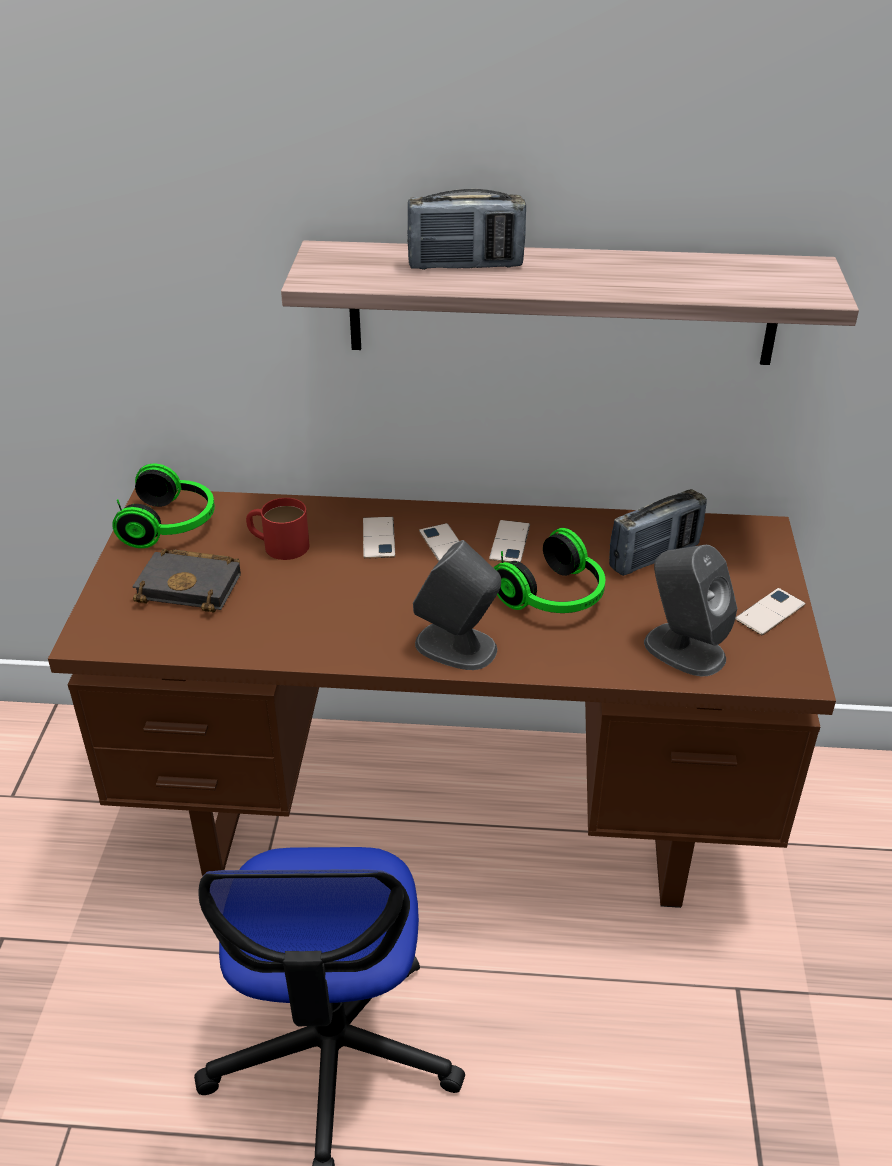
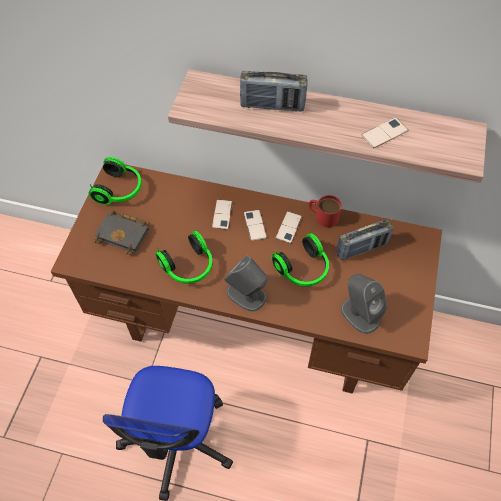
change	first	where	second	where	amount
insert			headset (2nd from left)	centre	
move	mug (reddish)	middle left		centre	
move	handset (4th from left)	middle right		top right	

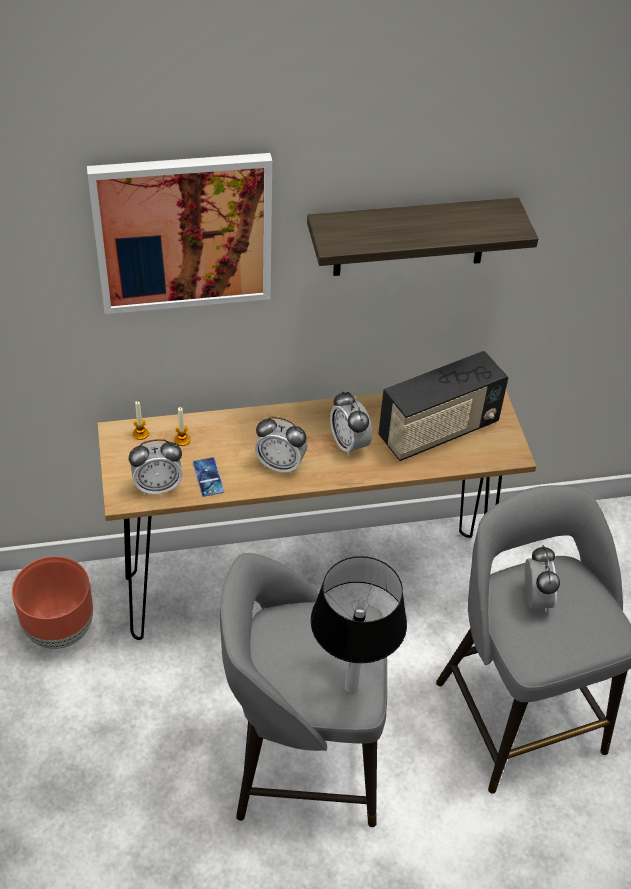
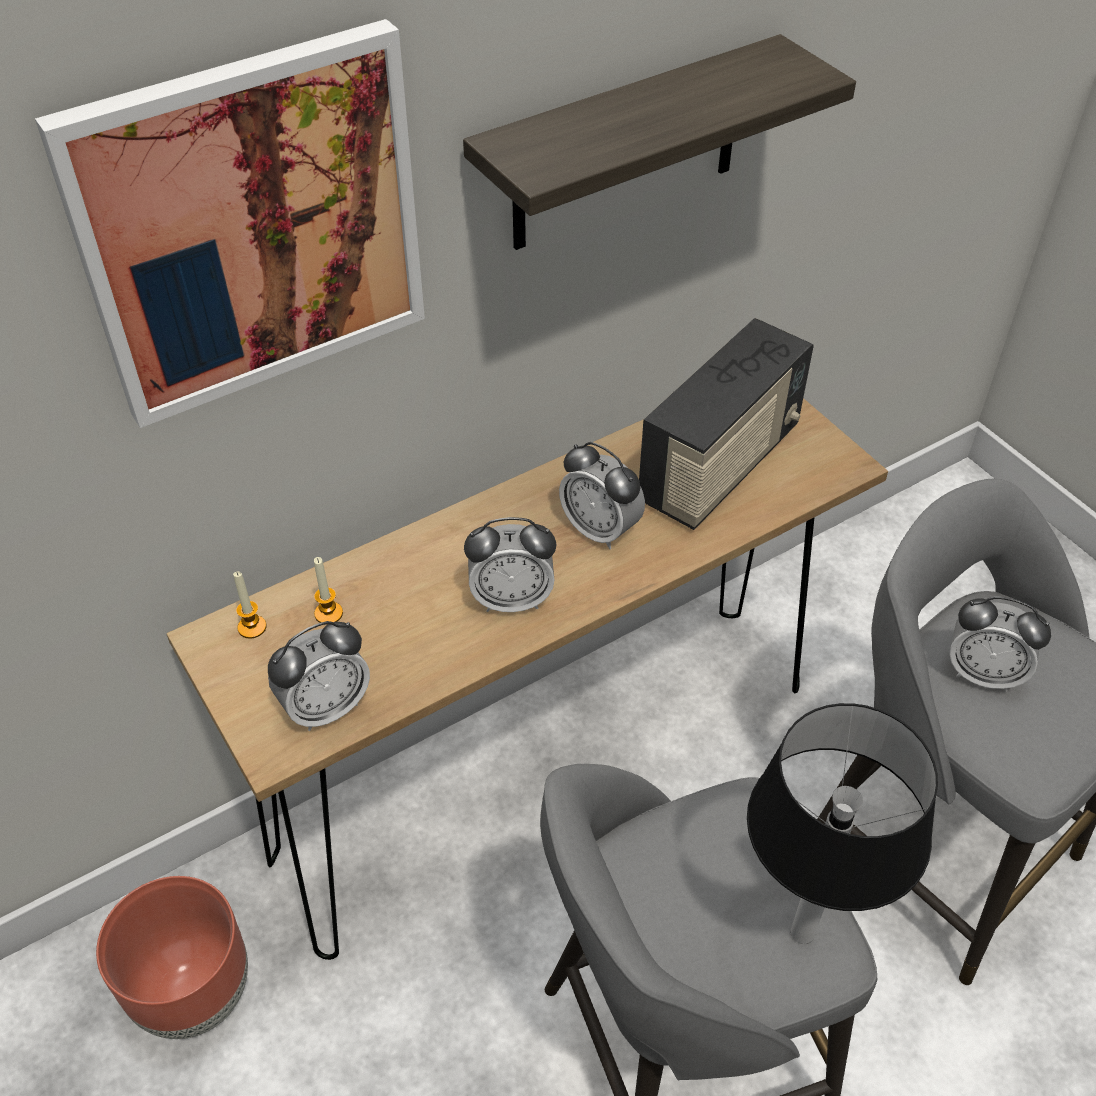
change	first	where	second	where	amount
delete	handset	middle left			
rotate	alarm clock (4th from left)	middle right		middle right	135 degrees clockwise

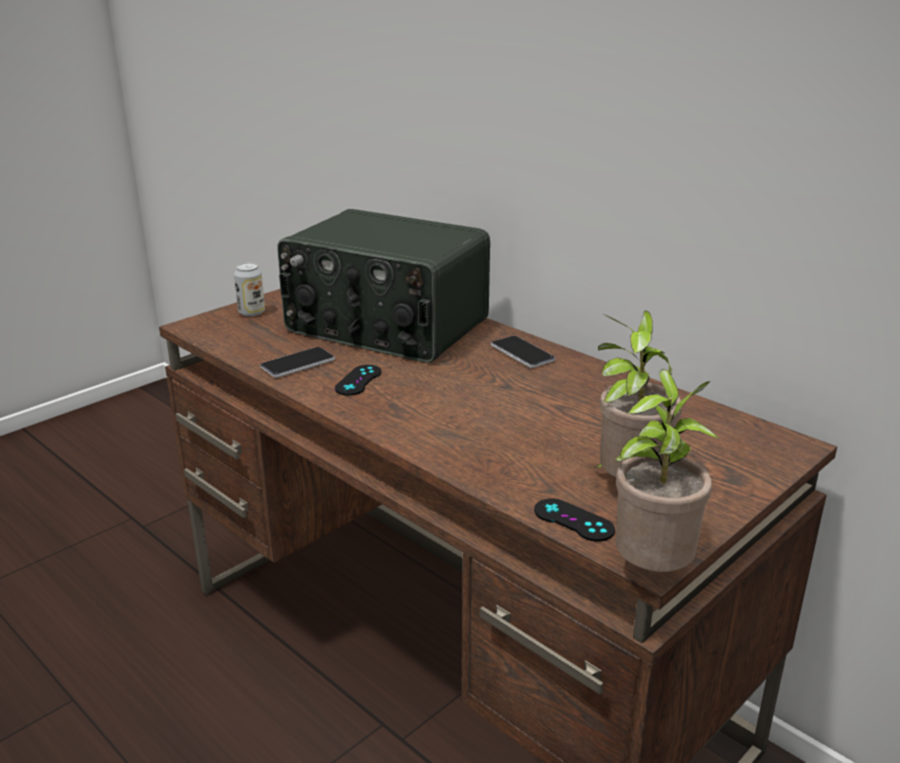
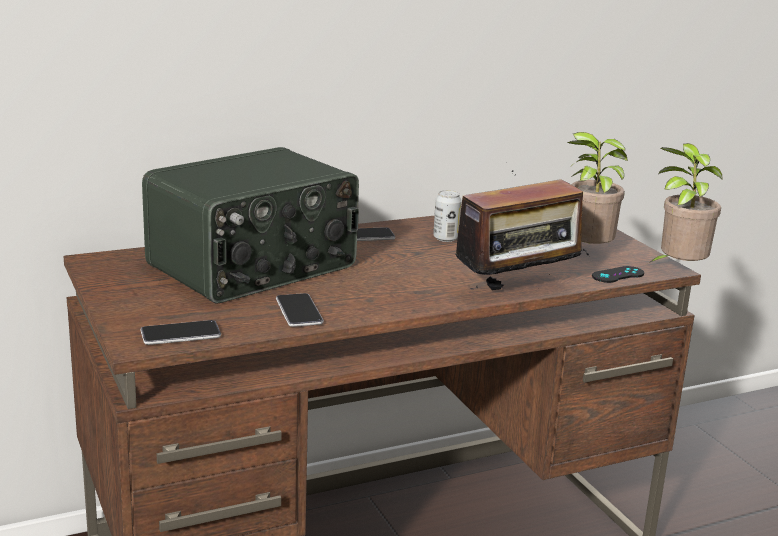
change	first	where	second	where	amount
delete	game controller (black-coloured) (1st from left)	centre			
insert			handset (1st from left)	middle left	
insert			radio set (2nd from left)	middle right	
move	sealed can	middle left		centre	

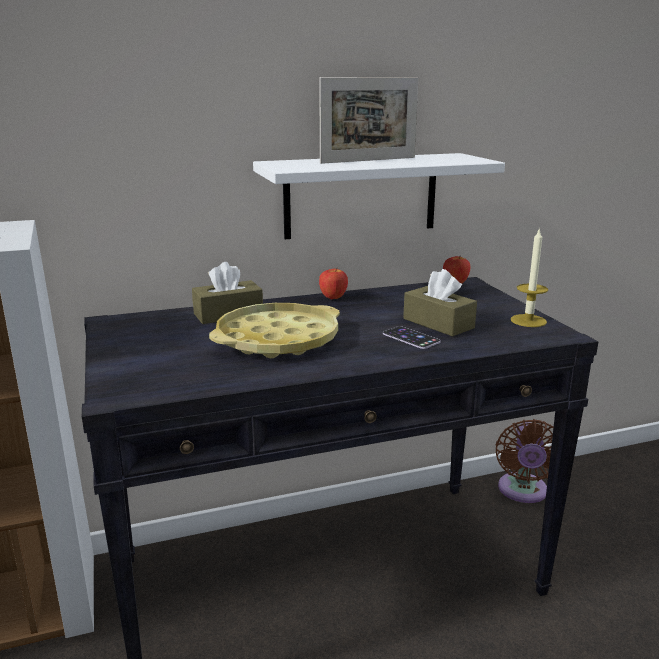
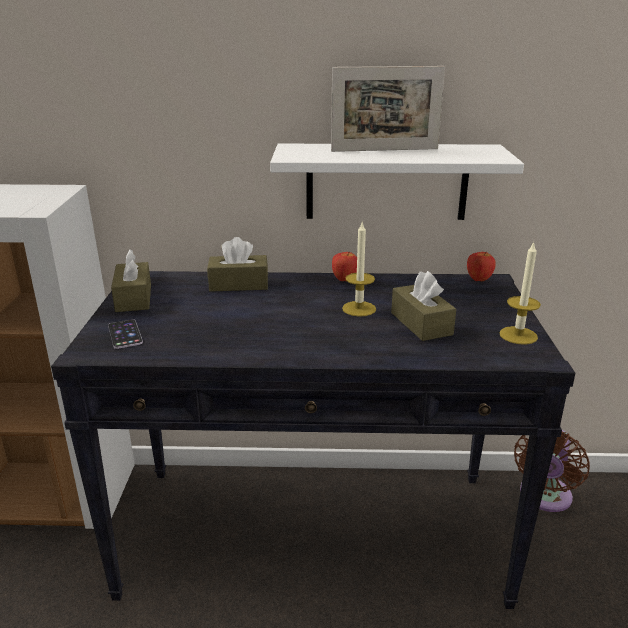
change	first	where	second	where	amount
delete	tray (yellow)	centre			
insert			box of tissues (brown-coloured) (1st from left)	middle left	
insert			candle (1st from left)	centre	
move	handset	centre		middle left	

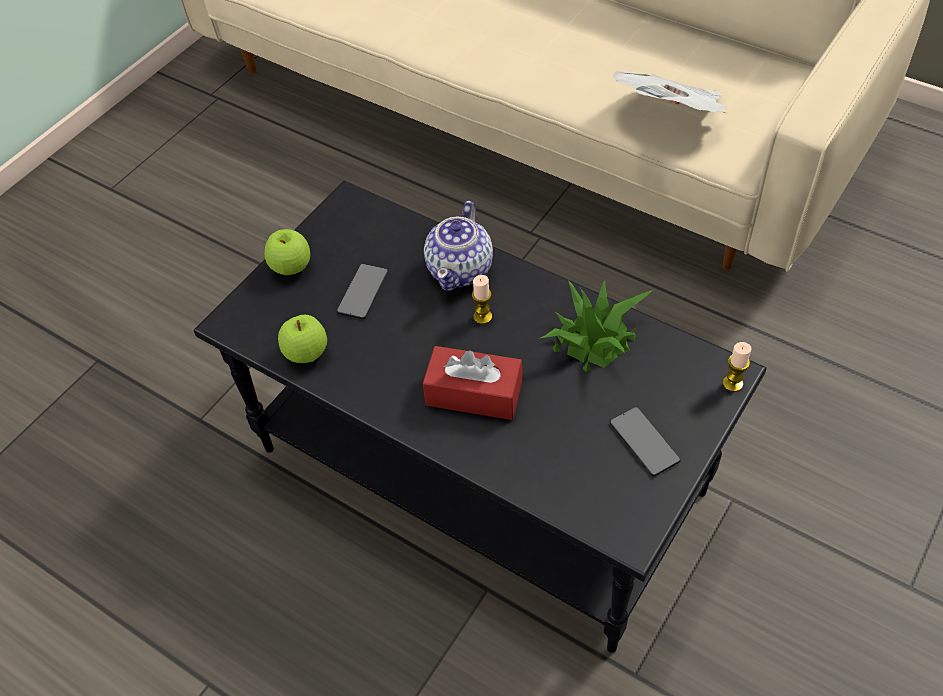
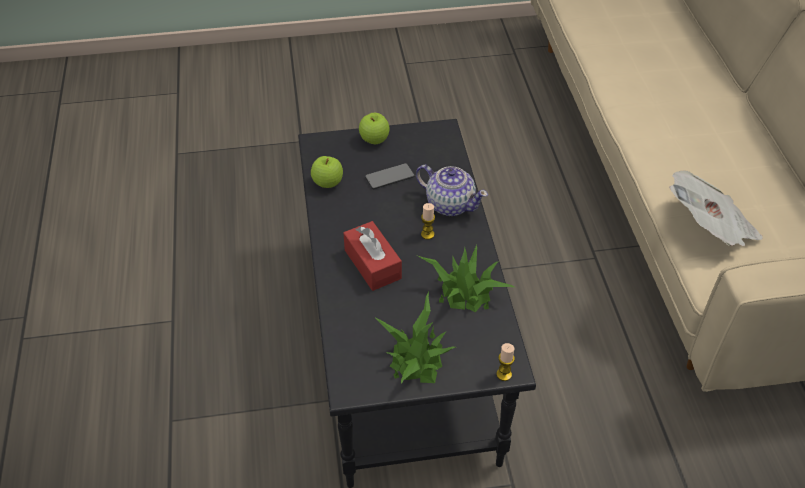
change	first	where	second	where	amount
replace	handset (2nd from left)	middle right	plant in a pot (1st from left)	bottom centre	
rotate	tea pot	centre		centre	120 degrees counterclockwise

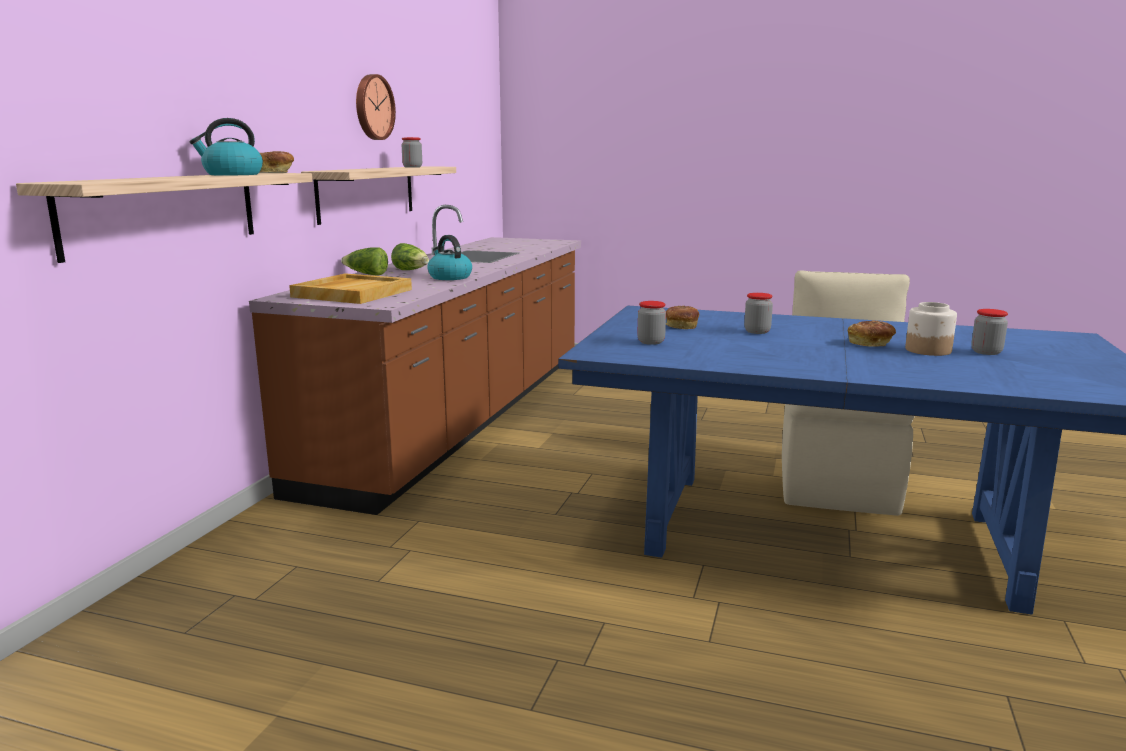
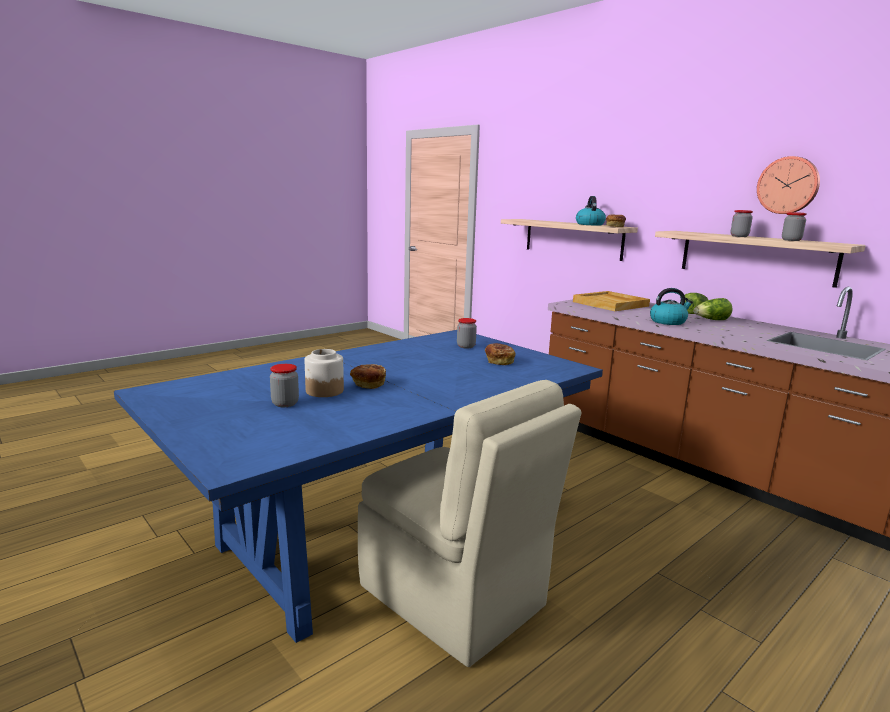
change	first	where	second	where	amount
move	preserve jar (3rd from left in the first image)	middle right	preserve jar (4th from left)	top right	

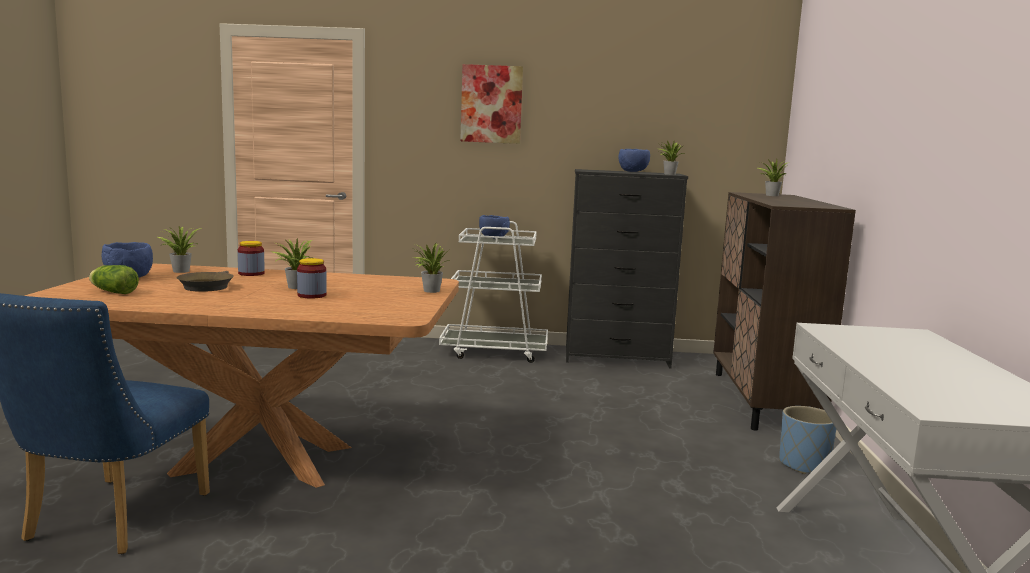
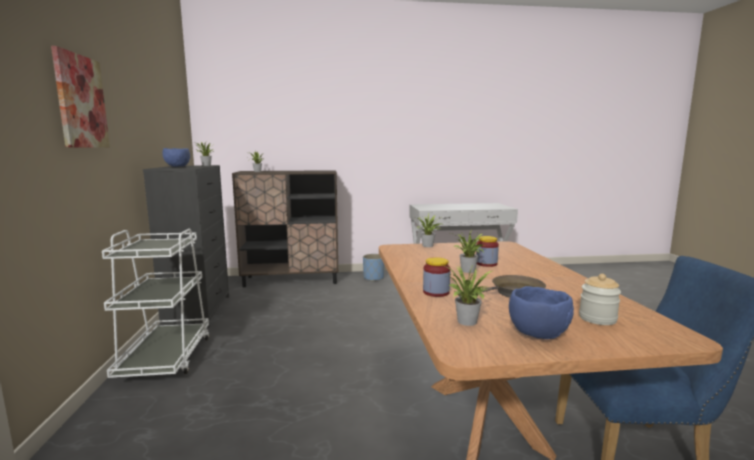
change	first	where	second	where	amount
delete	deep dish (blue) (2nd from left)	centre			
replace	lettuce head	middle left	preserve jar (3rd from left)	middle right	

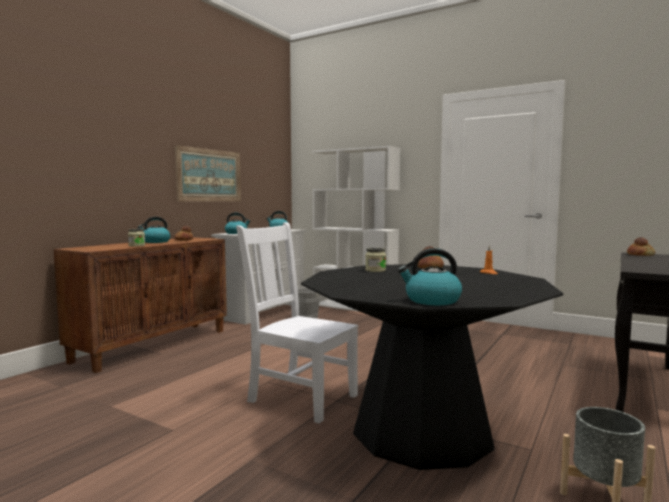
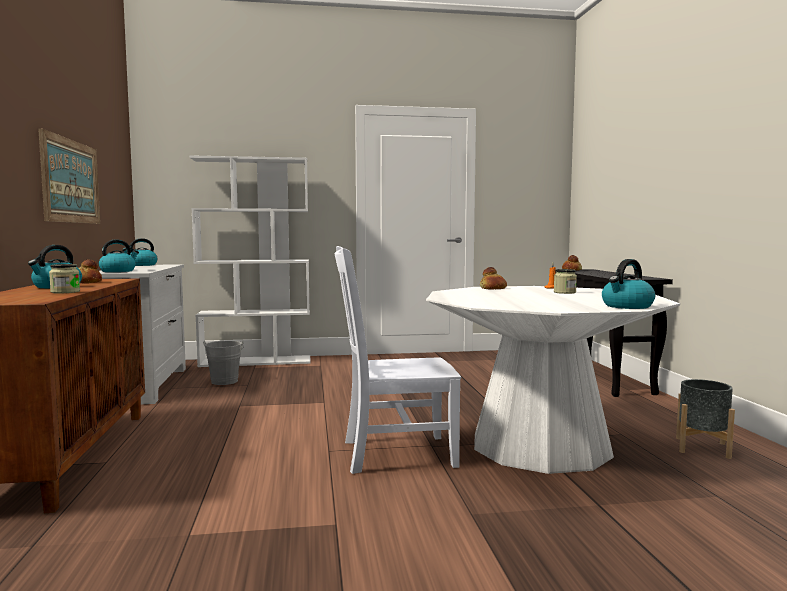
change	first	where	second	where	amount
move	preserve jar (2nd from left)	centre		middle right	
recolor	dinner table (black-coloured)	bottom centre	dinner table (whitish)	middle right	

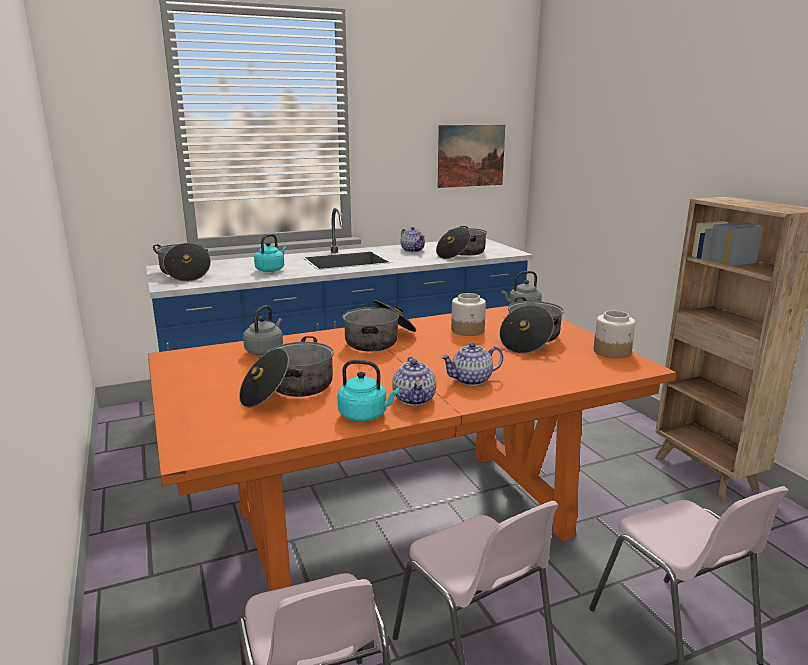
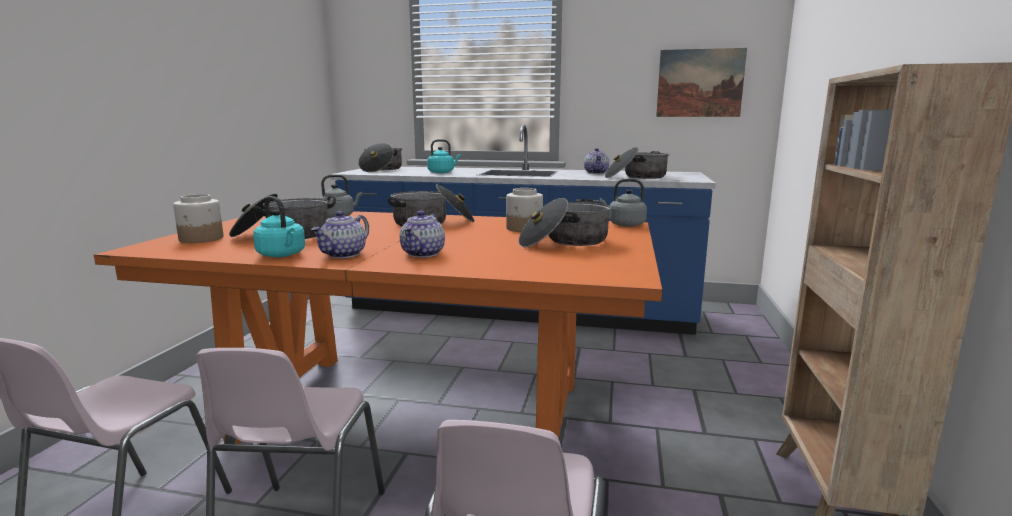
change	first	where	second	where	amount
move	preserve jar (2nd from left in the first image)	middle right	preserve jar (1st from left)	middle left	
rotate	tea pot (3rd from left in the first image)	centre	tea pot (2nd from left)	centre	90 degrees counterclockwise

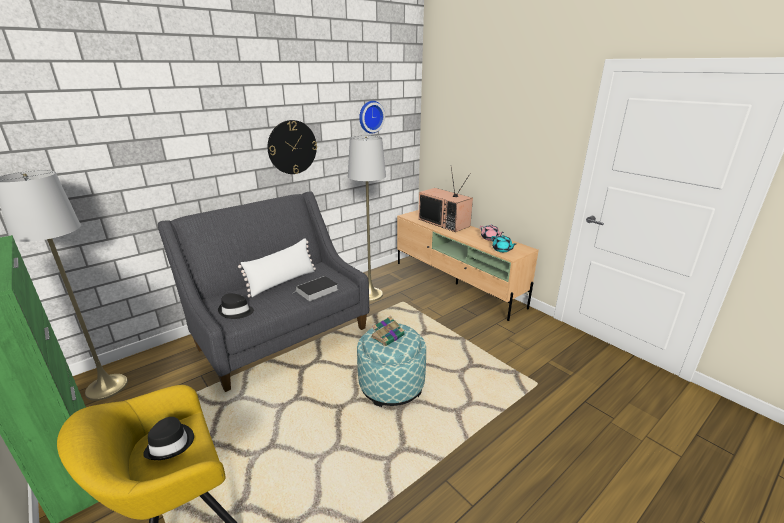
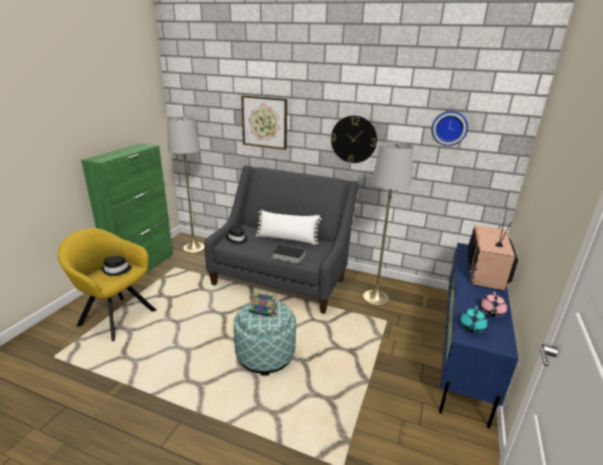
change	first	where	second	where	amount
insert			wall art	top centre	
recolor	tv stand (beige)	centre	tv stand (blue)	bottom right	

